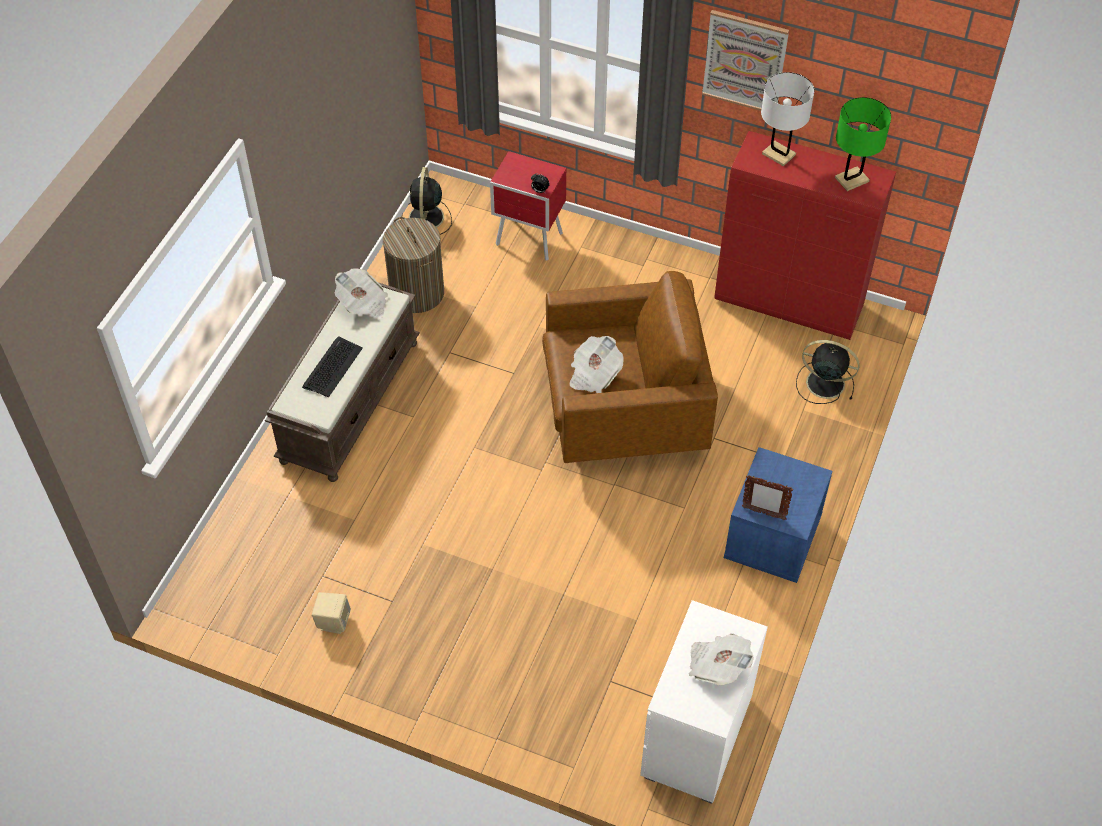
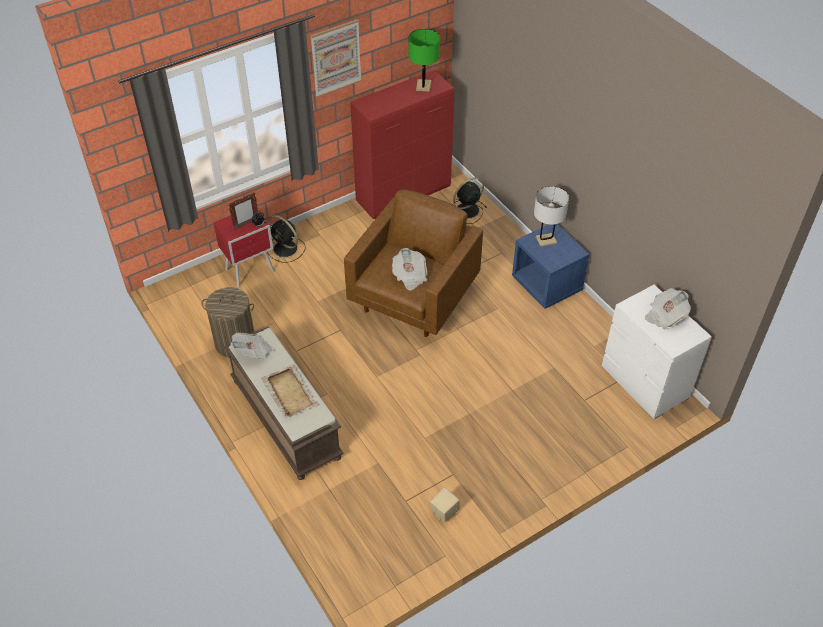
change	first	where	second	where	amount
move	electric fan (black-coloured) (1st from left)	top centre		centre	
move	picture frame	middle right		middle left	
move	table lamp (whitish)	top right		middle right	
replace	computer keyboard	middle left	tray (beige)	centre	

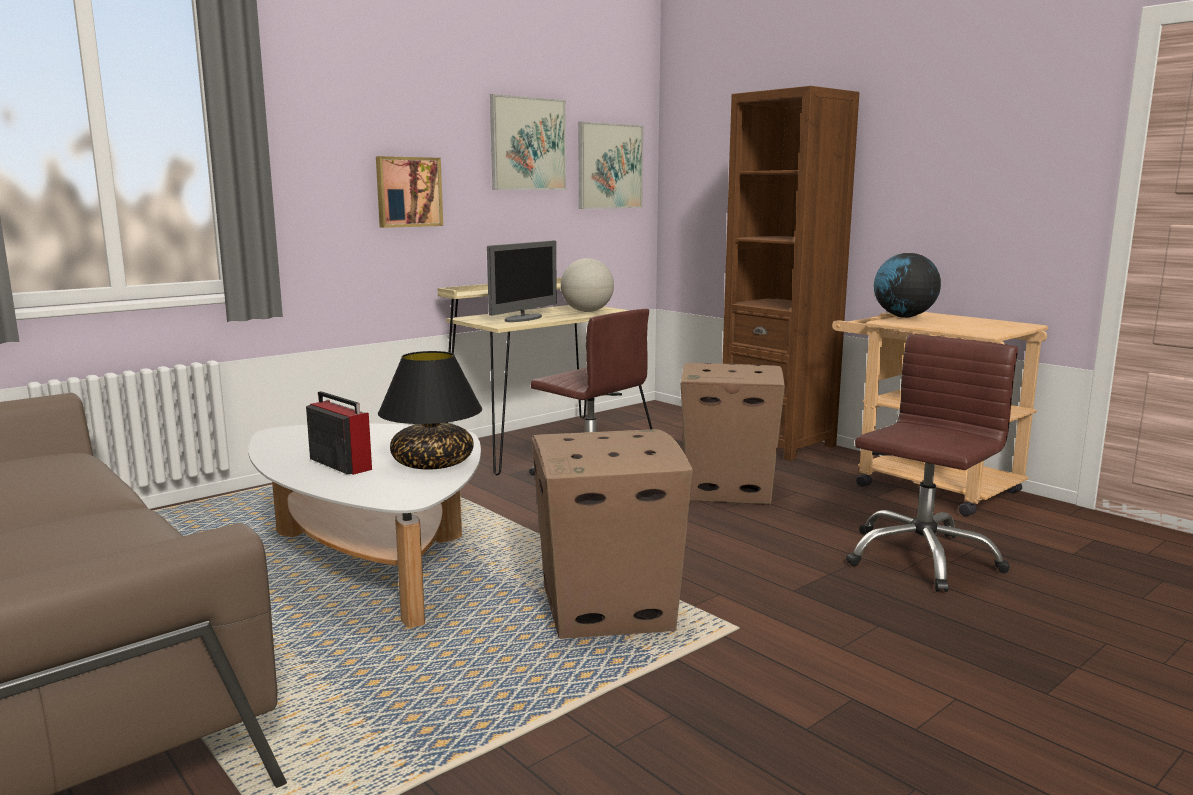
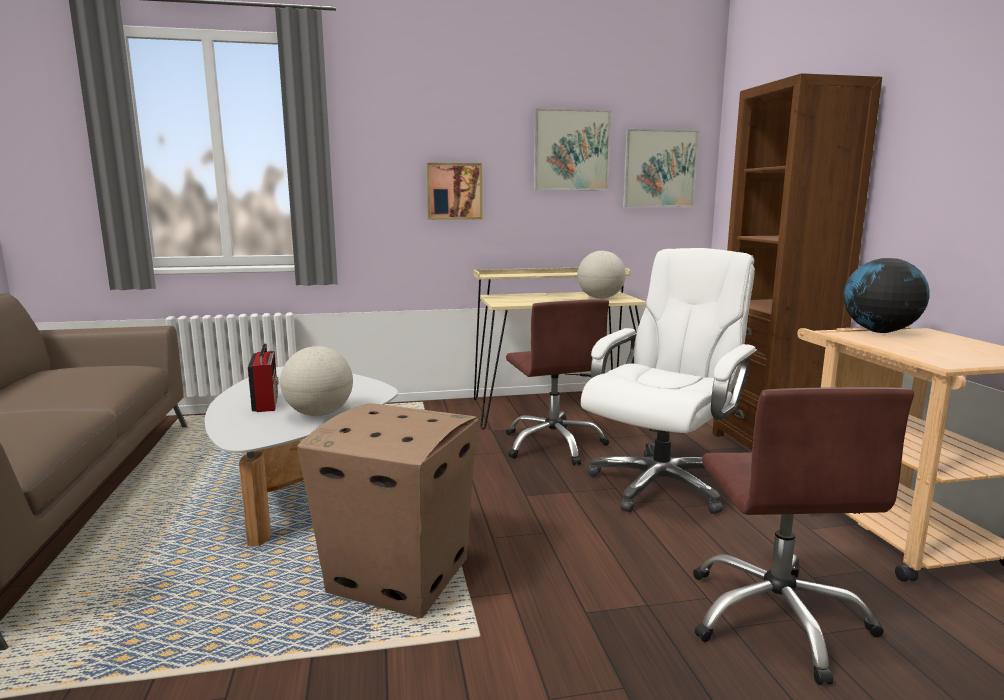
change	first	where	second	where	amount
delete	monitor	centre			
replace	table lamp (black-coloured)	centre	world globe (1st from left)	middle left	
replace	cardboard box (2nd from left)	centre	computer chair (whitish)	centre	
rotate	computer chair (brown-coloured) (2nd from left)	middle right		bottom right	105 degrees clockwise

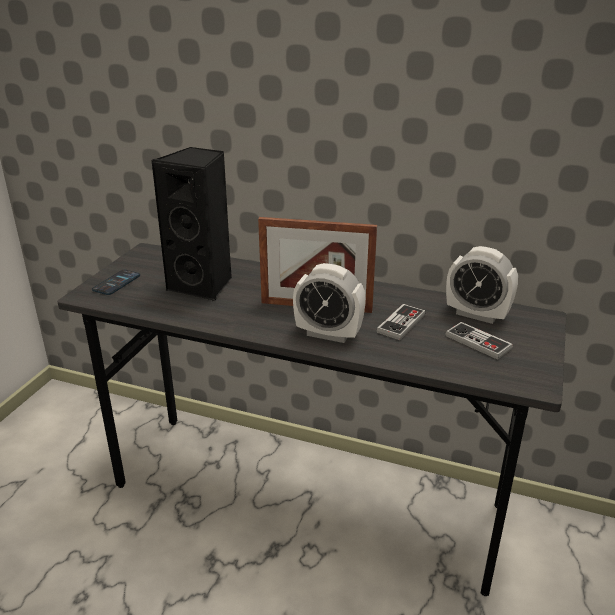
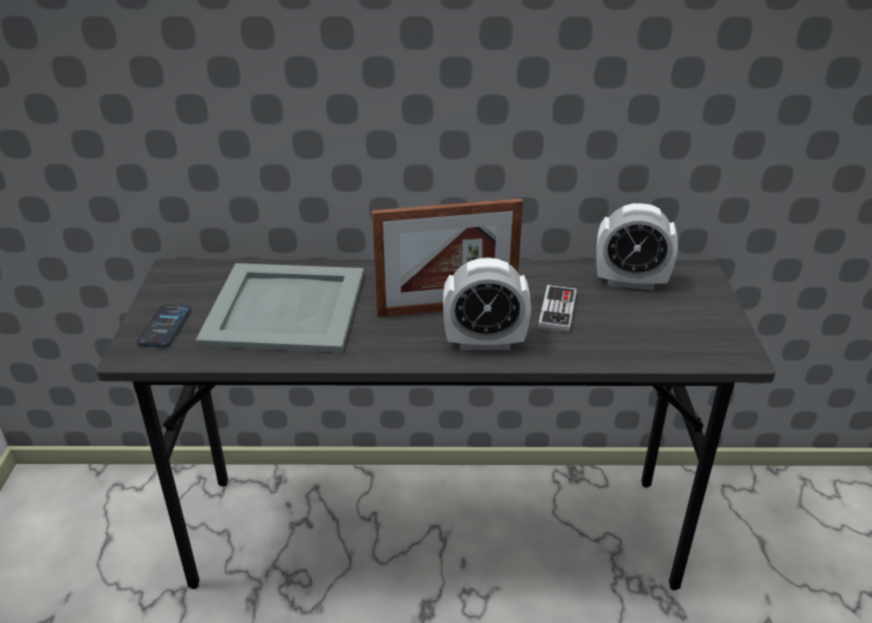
change	first	where	second	where	amount
delete	game controller (2nd from left)	middle right			
replace	loudspeaker (black-coloured)	middle left	tray (gray)	middle left	

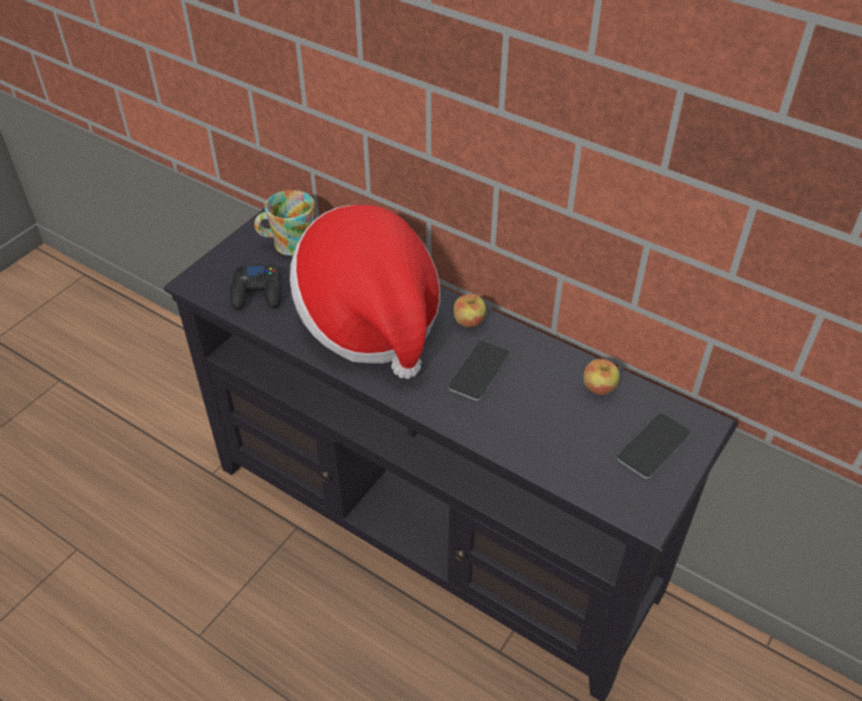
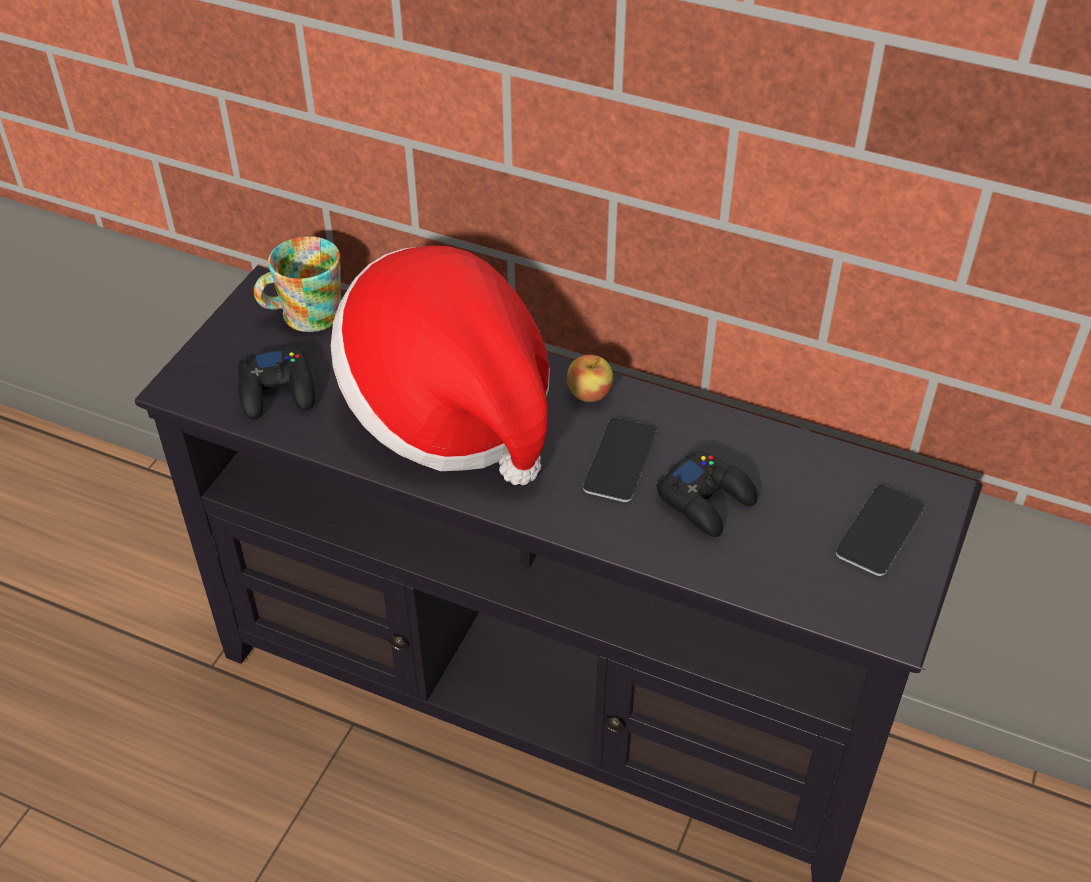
change	first	where	second	where	amount
delete	apple fruit (2nd from left)	middle right			
insert			game controller (black-coloured) (2nd from left)	centre	

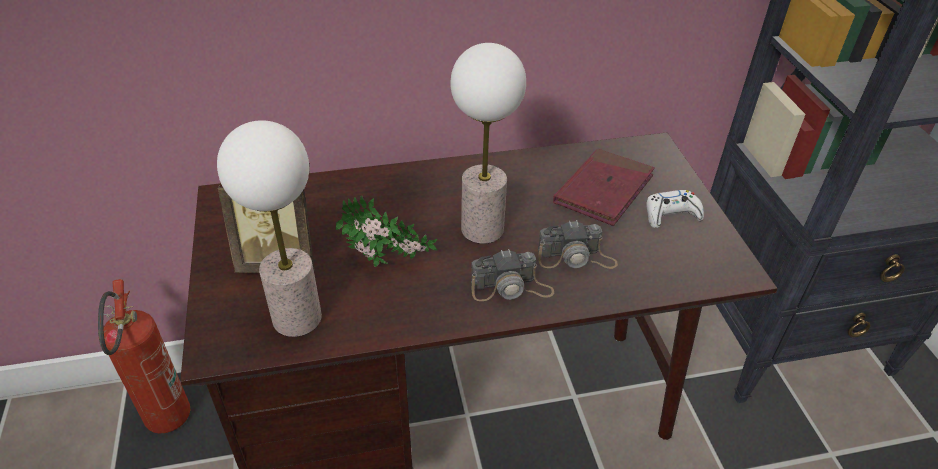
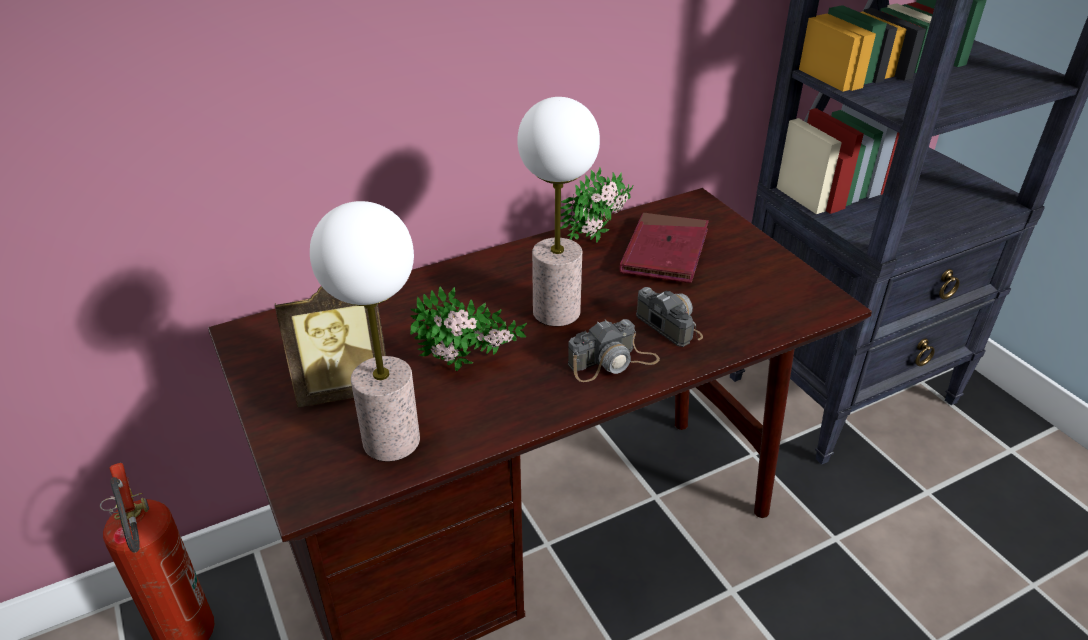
change	first	where	second	where	amount
delete	game controller (whitish)	middle right			
insert			plant in a pot (2nd from left)	top centre	
rotate	photo camera (2nd from left)	centre		centre	105 degrees counterclockwise

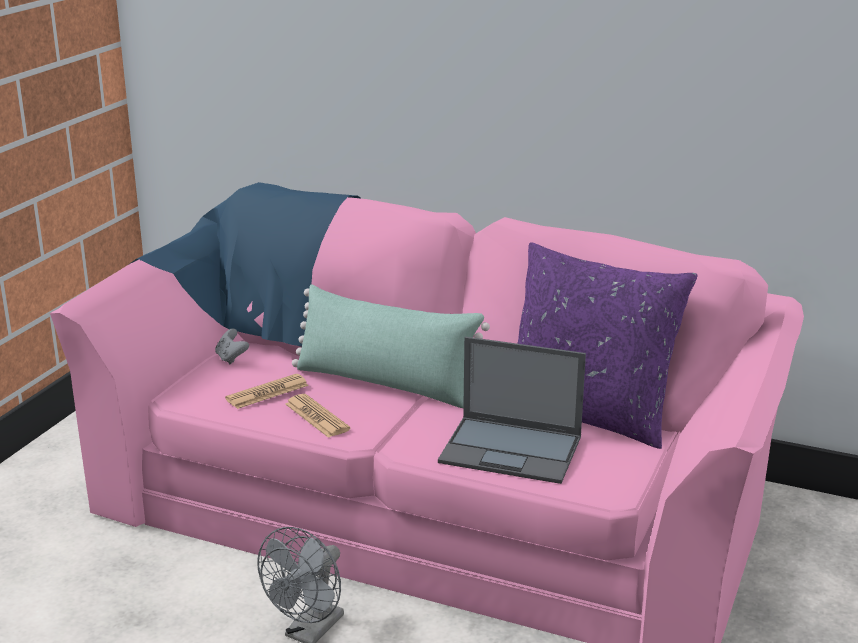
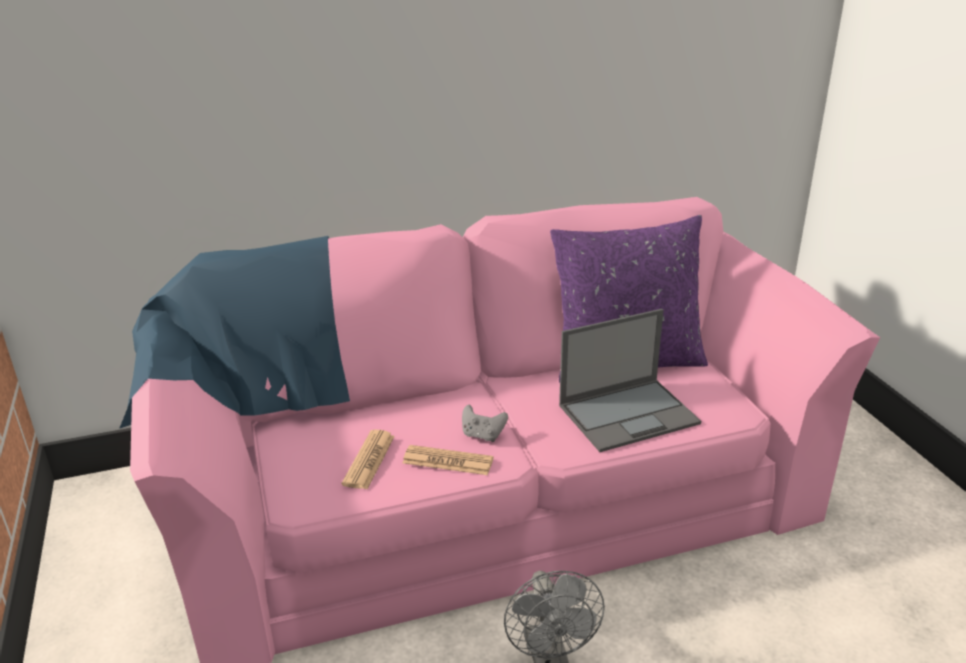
change	first	where	second	where	amount
delete	cushion (greenish)	centre			
move	game controller (gray)	middle left		centre	

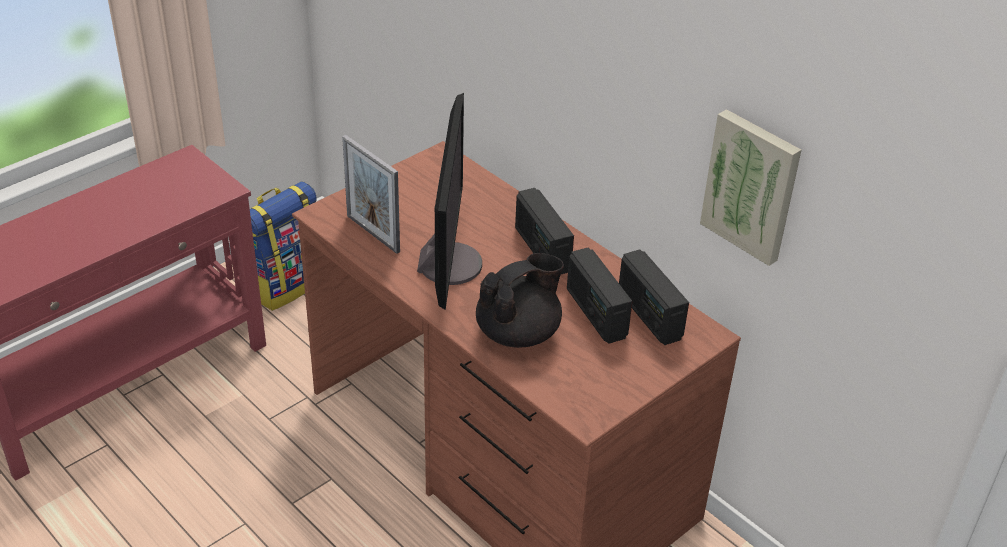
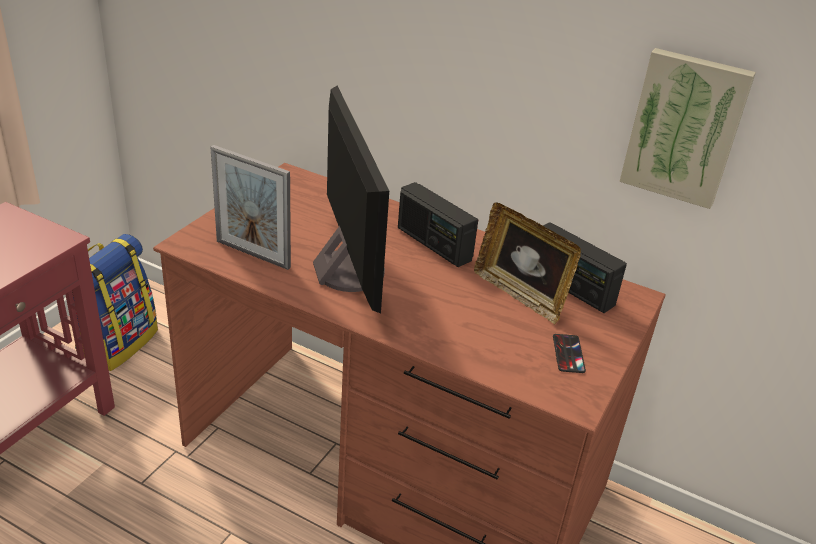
change	first	where	second	where	amount
delete	tea pot (black-coloured)	centre			
insert			handset	middle right	
replace	radio set (2nd from left)	centre	picture frame (2nd from left)	centre	

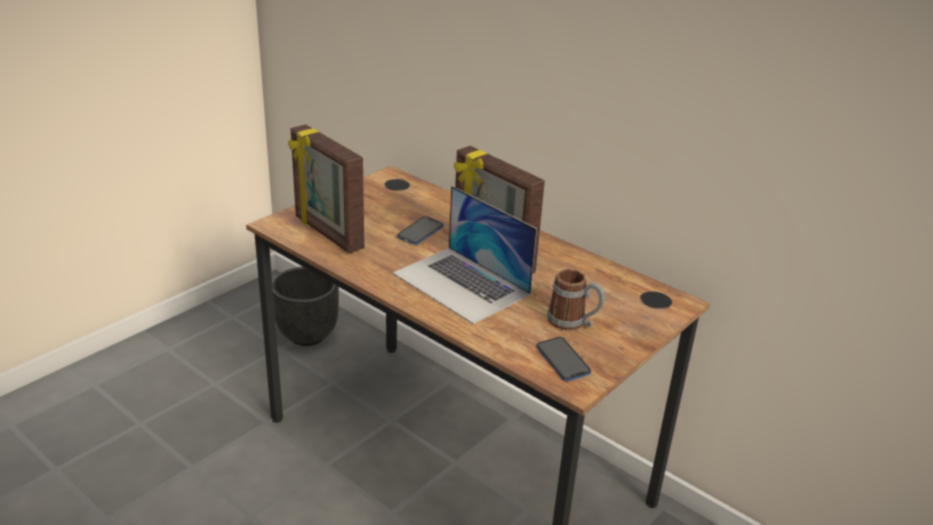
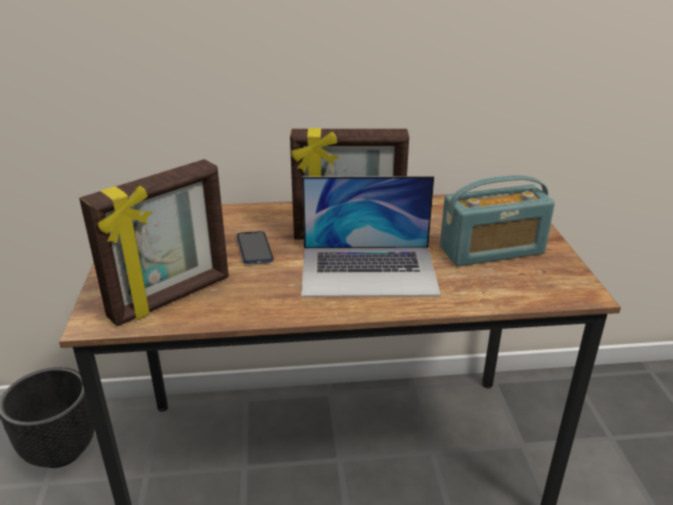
change	first	where	second	where	amount
delete	handset (2nd from left)	bottom centre			
replace	mug	centre	radio set	middle right	
rotate	picture frame (1st from left)	centre		middle left	45 degrees counterclockwise

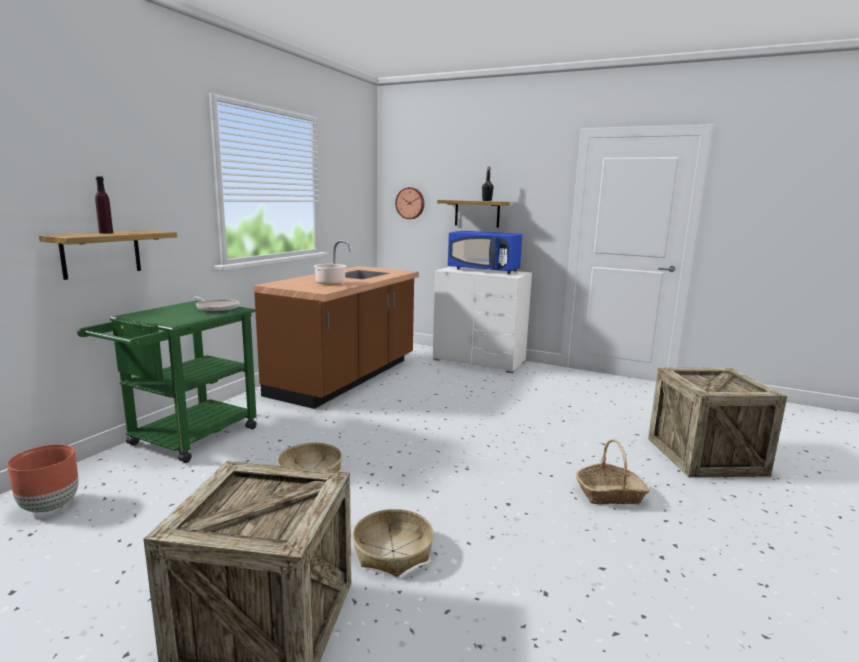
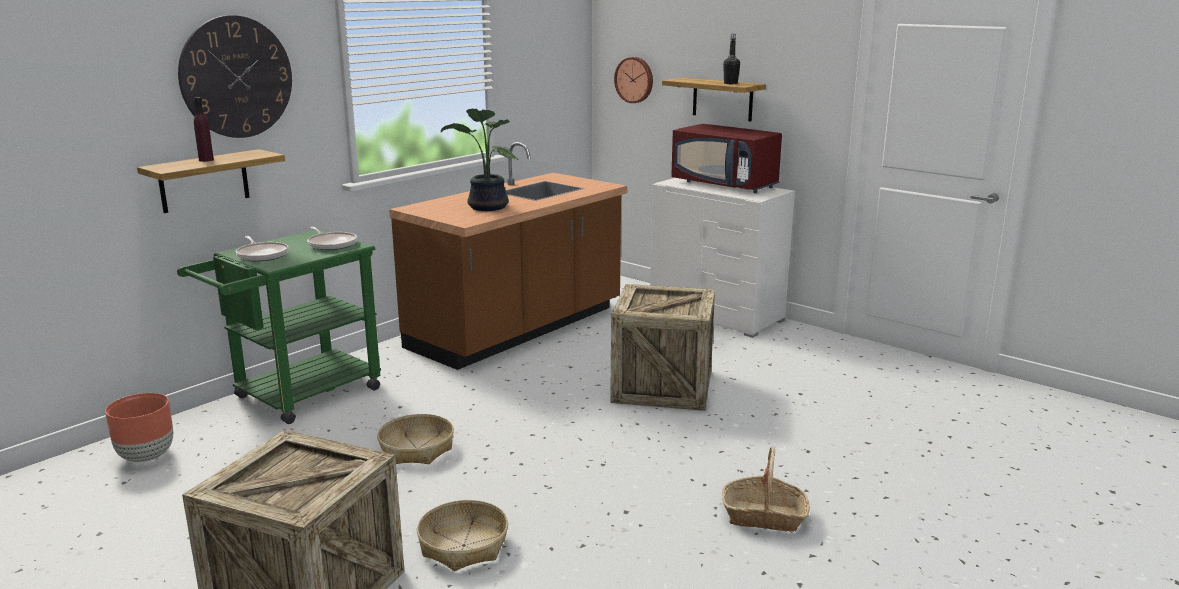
change	first	where	second	where	amount
insert			hanging clock (1st from left)	top left	
insert			skillet (1st from left)	middle left	
move	shipping crate (2nd from left)	middle right		centre	
replace	stockpot	centre	plant in a pot	top centre	
recolor	microwave (blue)	centre	microwave (reddish)	top centre	

